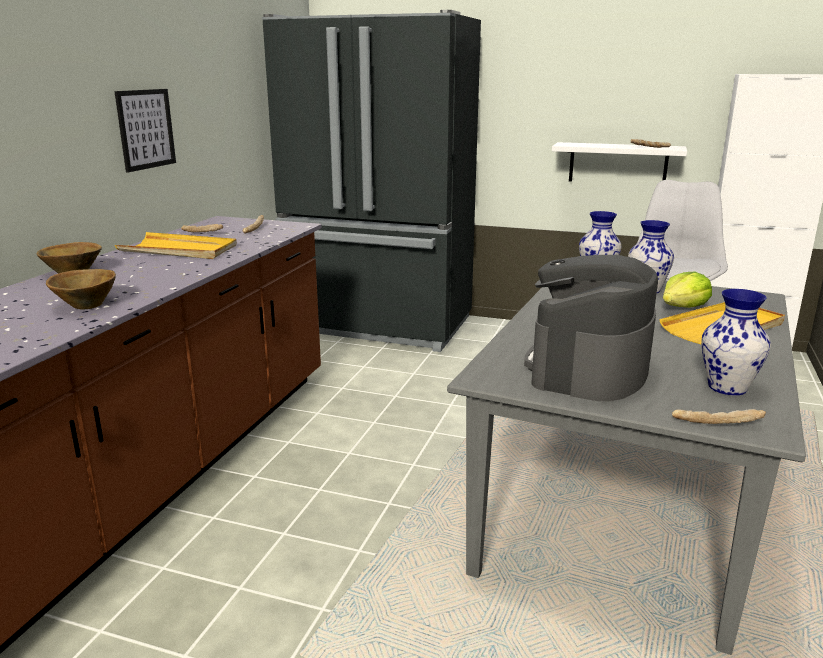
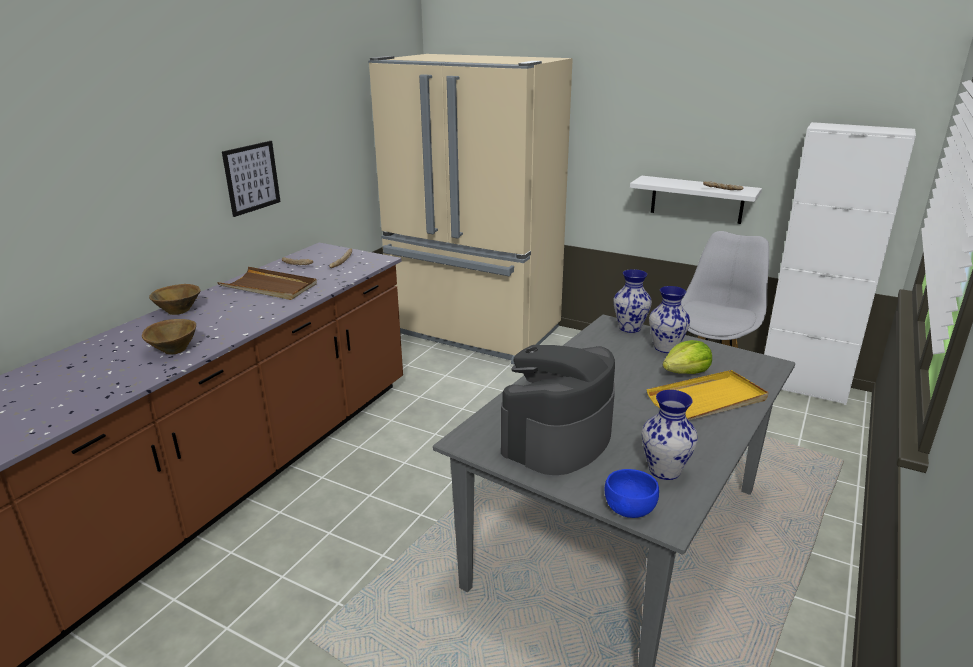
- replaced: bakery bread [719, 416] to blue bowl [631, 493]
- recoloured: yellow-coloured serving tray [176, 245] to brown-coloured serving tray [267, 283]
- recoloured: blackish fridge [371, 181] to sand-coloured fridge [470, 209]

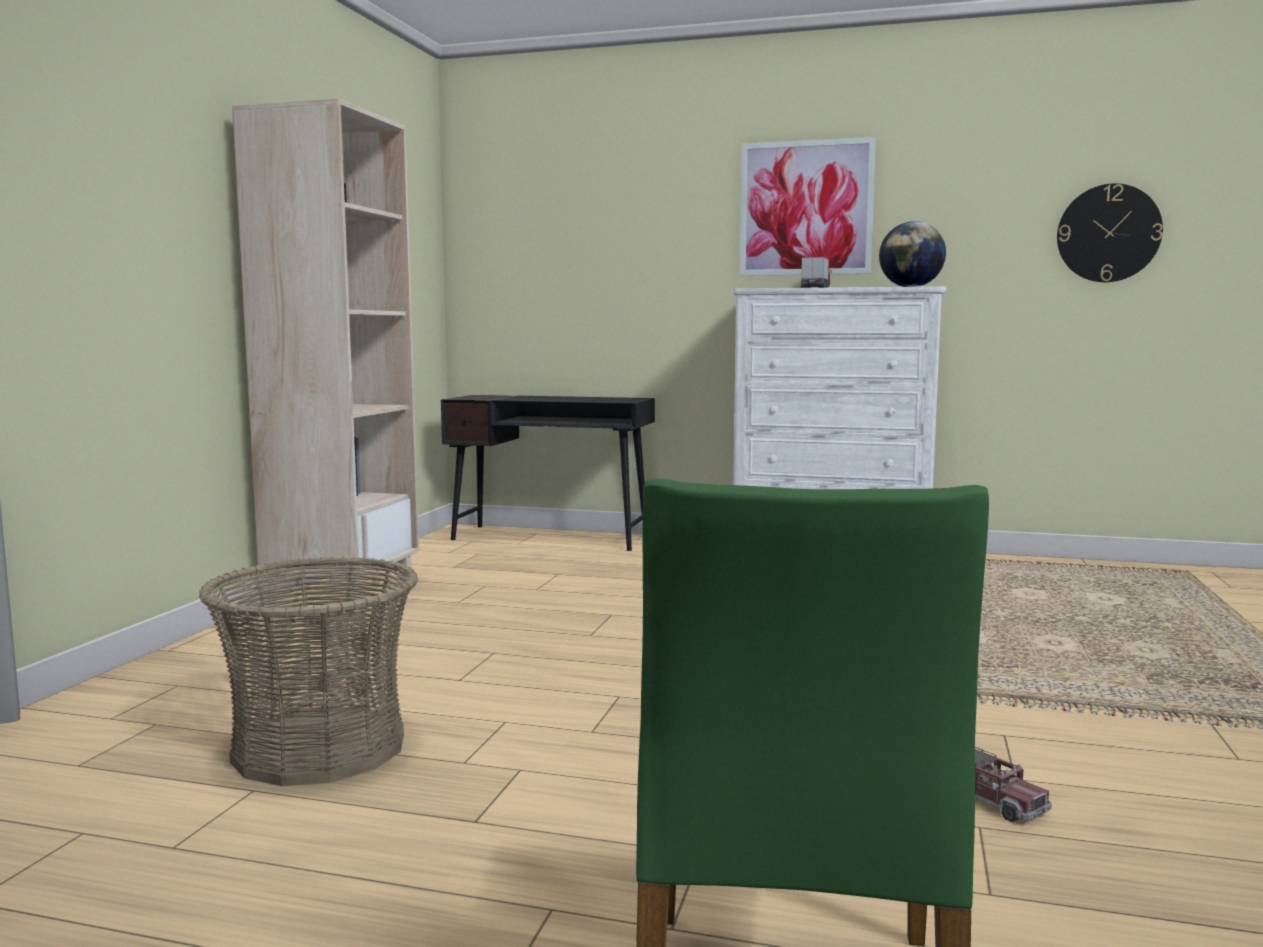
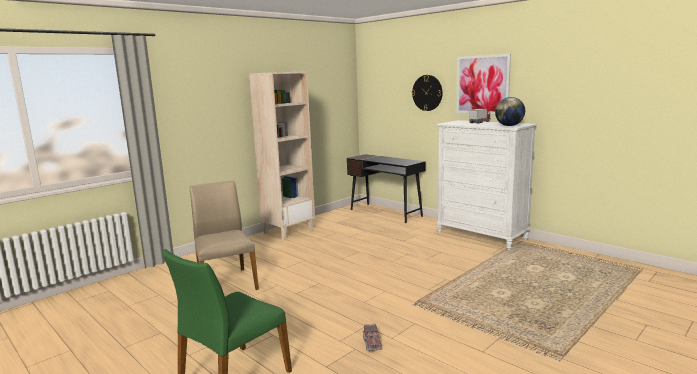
- moved: wall clock [1110, 232] to [427, 93]
- replaced: household basket [308, 671] to sand-coloured chair [224, 235]

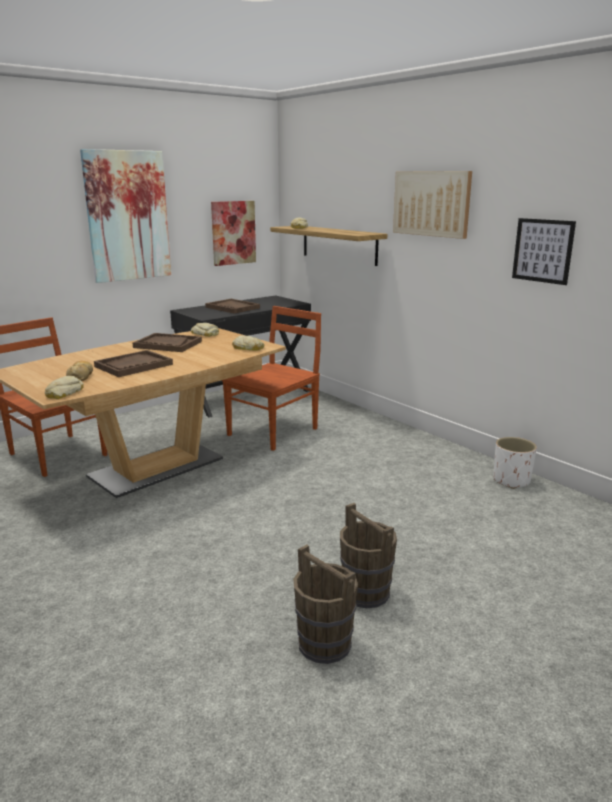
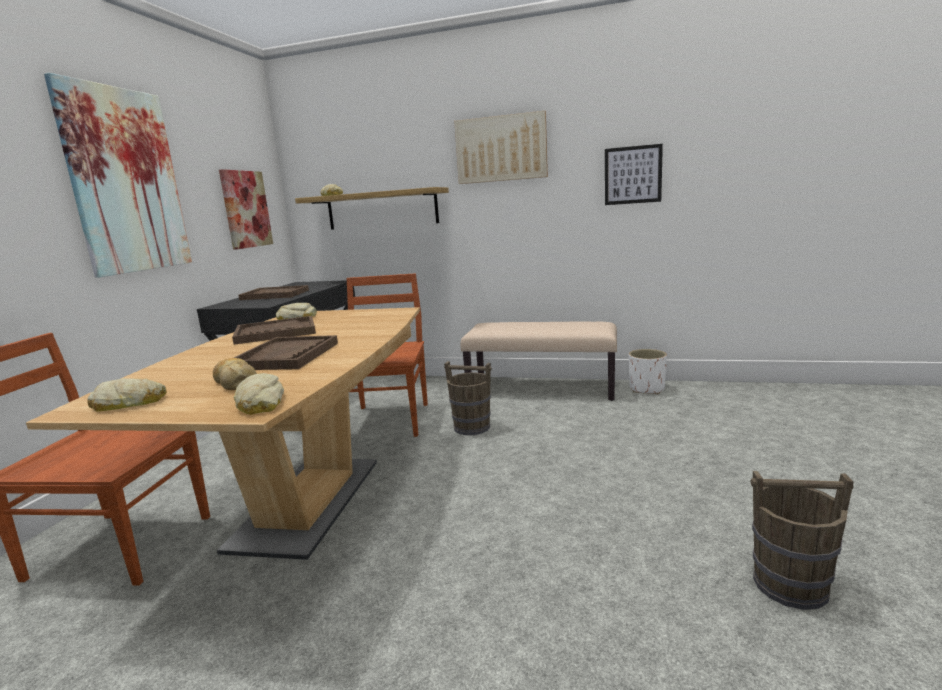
- added: sand-coloured bench [539, 361]
- moved: bakery bread [248, 343] to [126, 395]
- moved: brown-coloured water bucket [368, 555] to [468, 398]

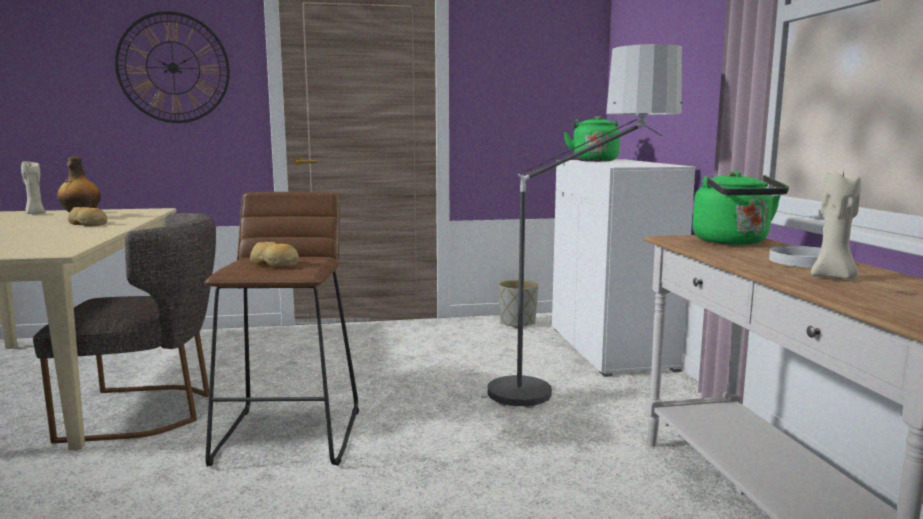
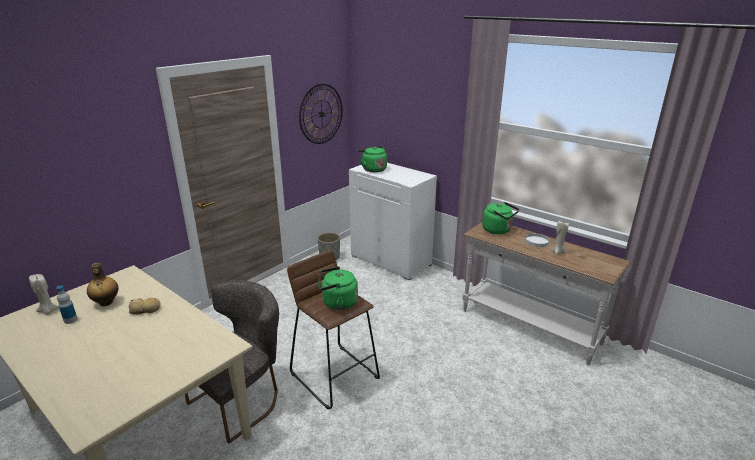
- removed: floor lamp [582, 226]
- added: bottle [67, 304]
- moved: wall clock [172, 67] to [320, 114]
- replaced: bakery bread [274, 255] to green tea kettle [338, 288]

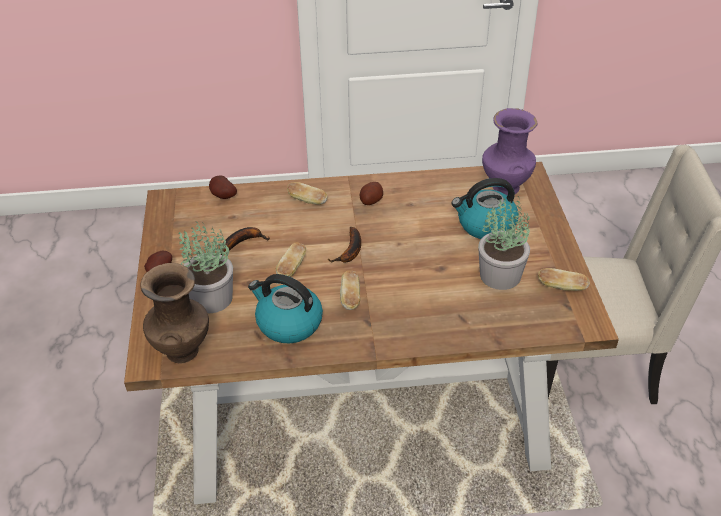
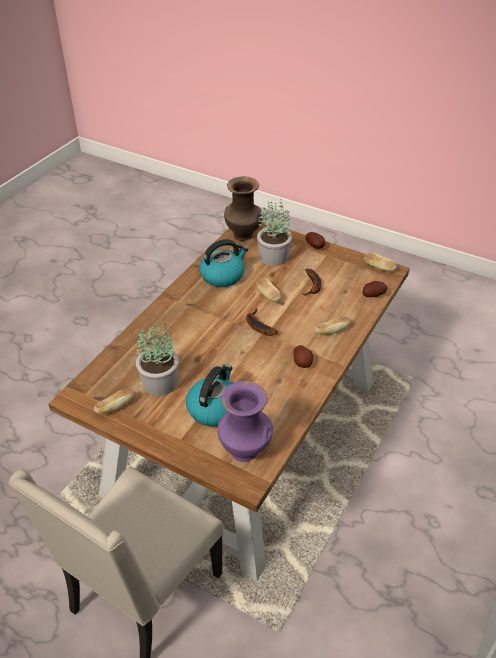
- moved: bakery bread [350, 290] to [380, 262]

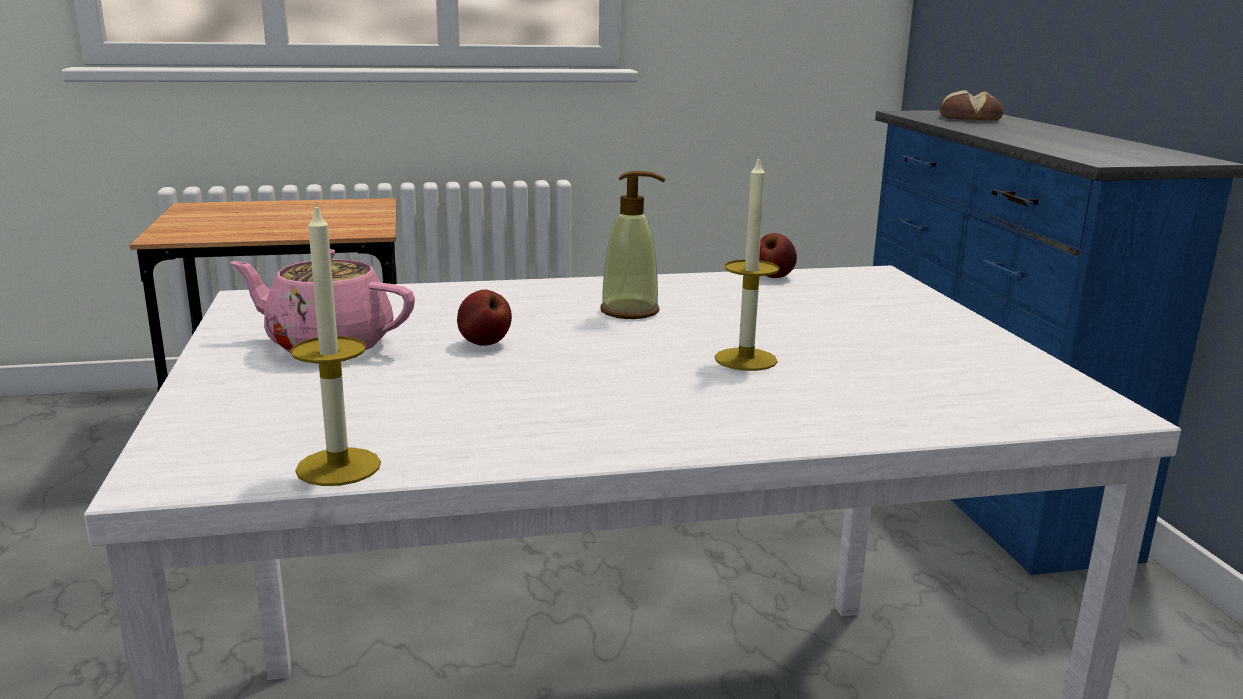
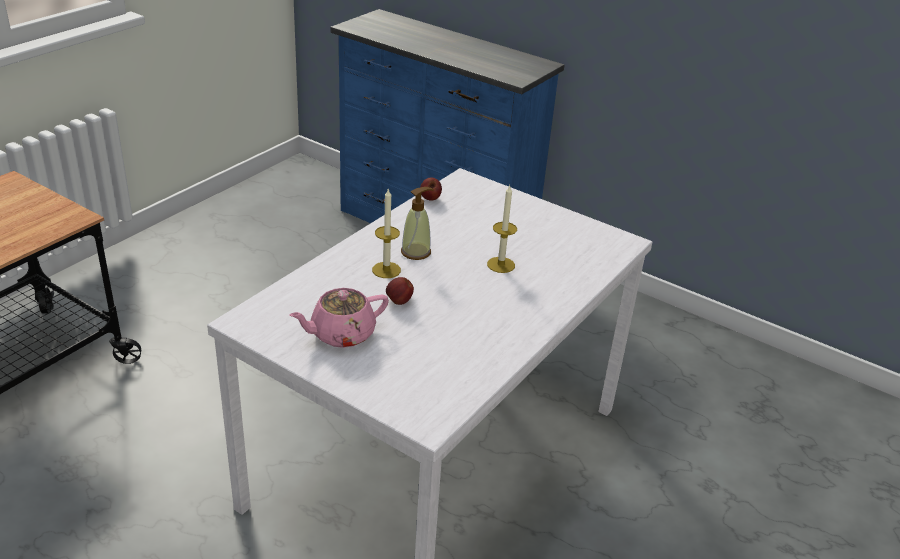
- removed: bakery bread [971, 105]
- moved: wax candle [335, 344] to [386, 233]

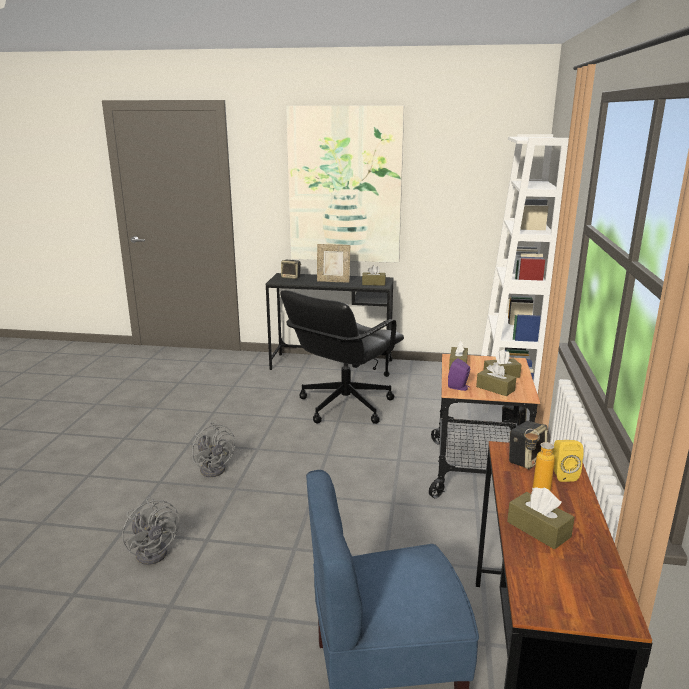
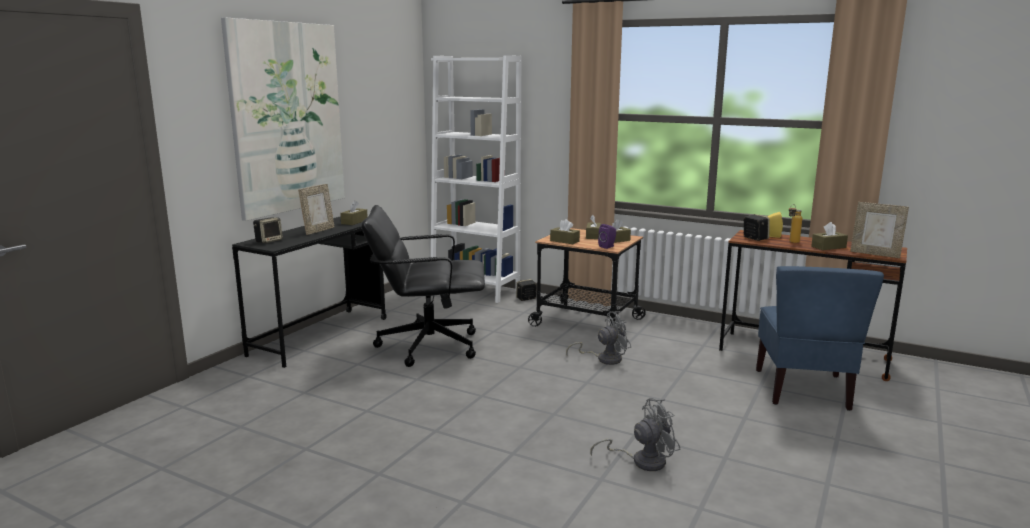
- added: photo frame [879, 230]
- moved: gray fan [213, 449] to [598, 338]
- turned: blackish desk chair [342, 357] = [423, 286] 120 degrees clockwise

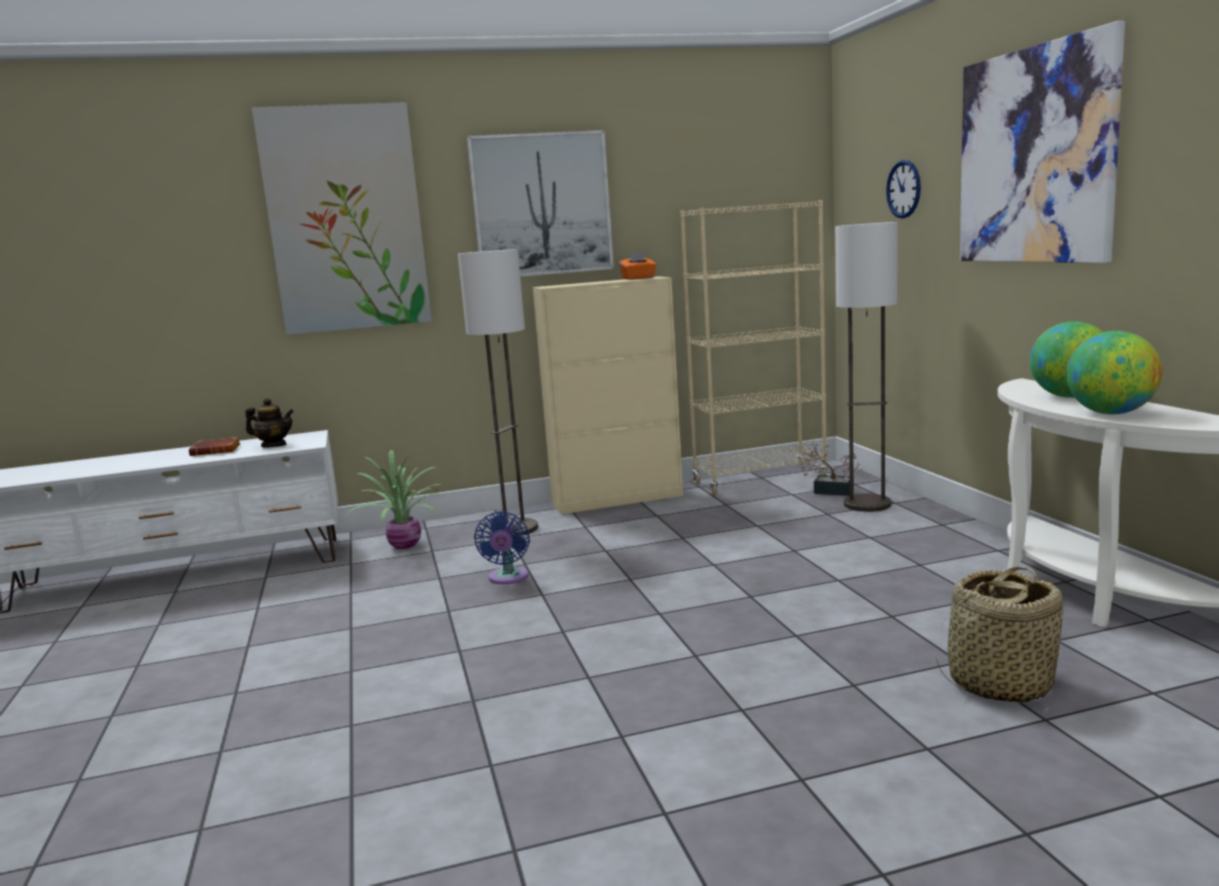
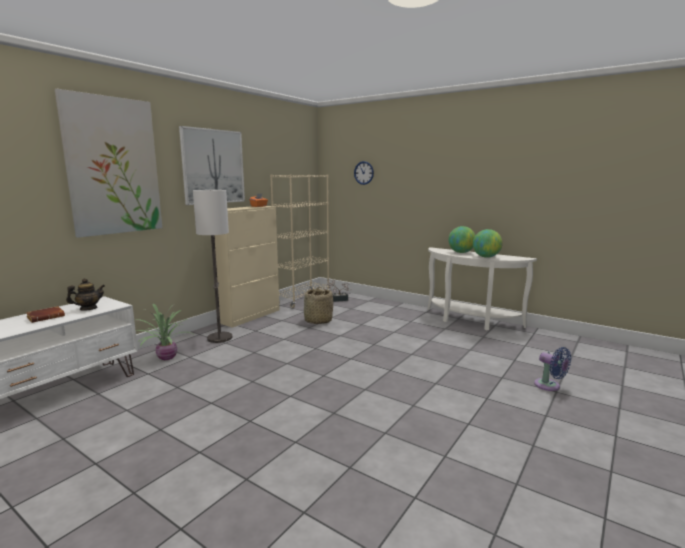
- removed: floor lamp [866, 367]
- removed: wall picture [1042, 142]
- moved: blue fan [502, 547] to [552, 369]
- moved: household basket [999, 634] to [318, 305]

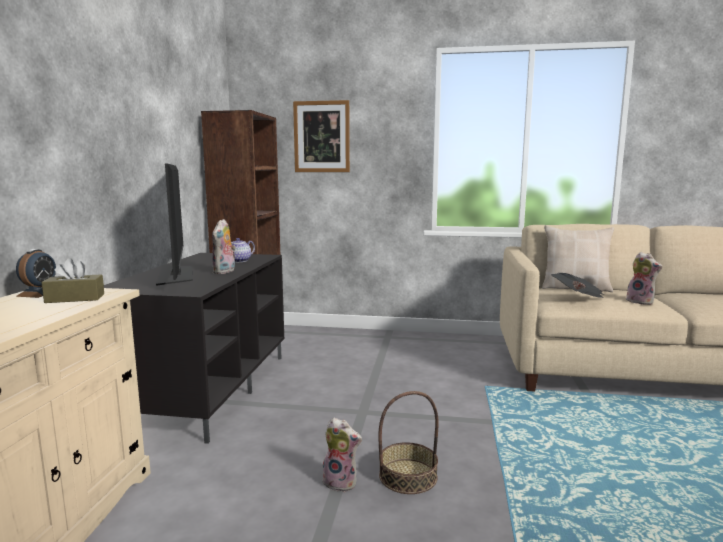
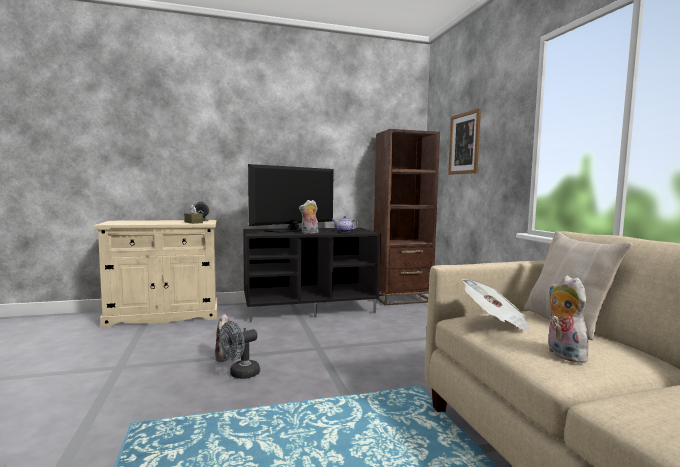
- replaced: household basket [409, 442] to gray fan [240, 350]
- turned: soft toy [644, 278] = [568, 319] 135 degrees clockwise

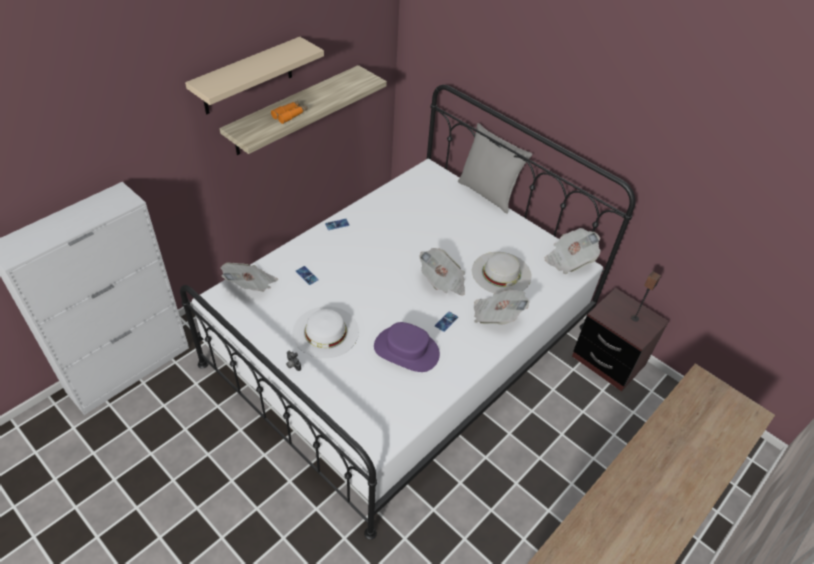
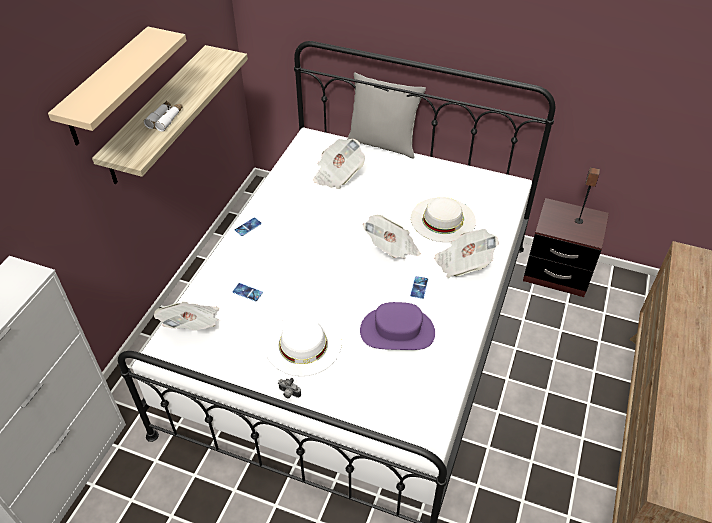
- moved: daily paper [573, 251] to [339, 164]
- recoloured: orange-coloured pair of binoculars [289, 112] to white pair of binoculars [163, 116]

